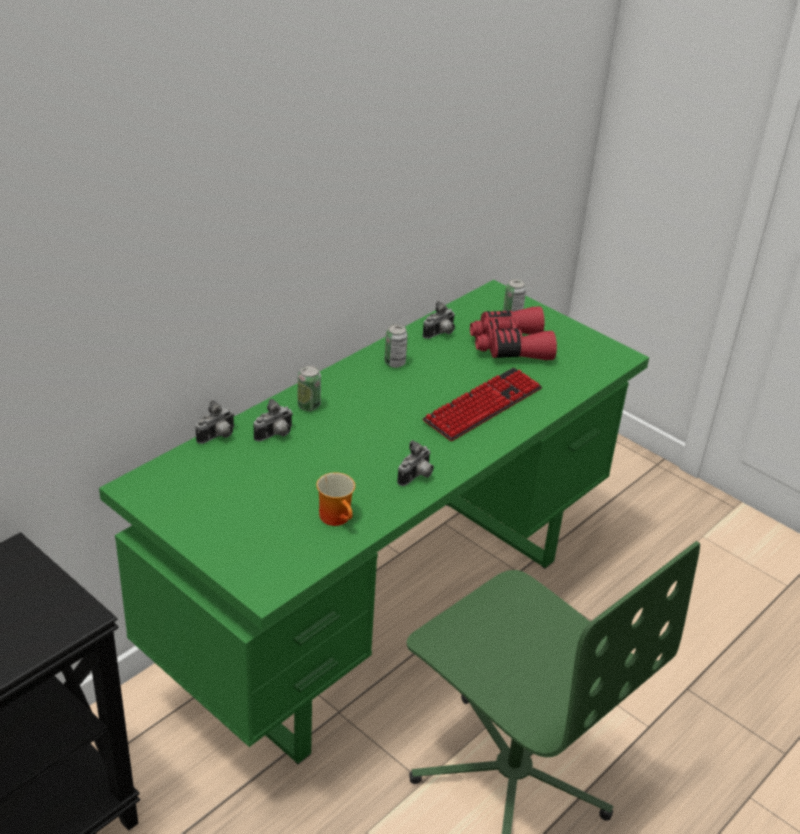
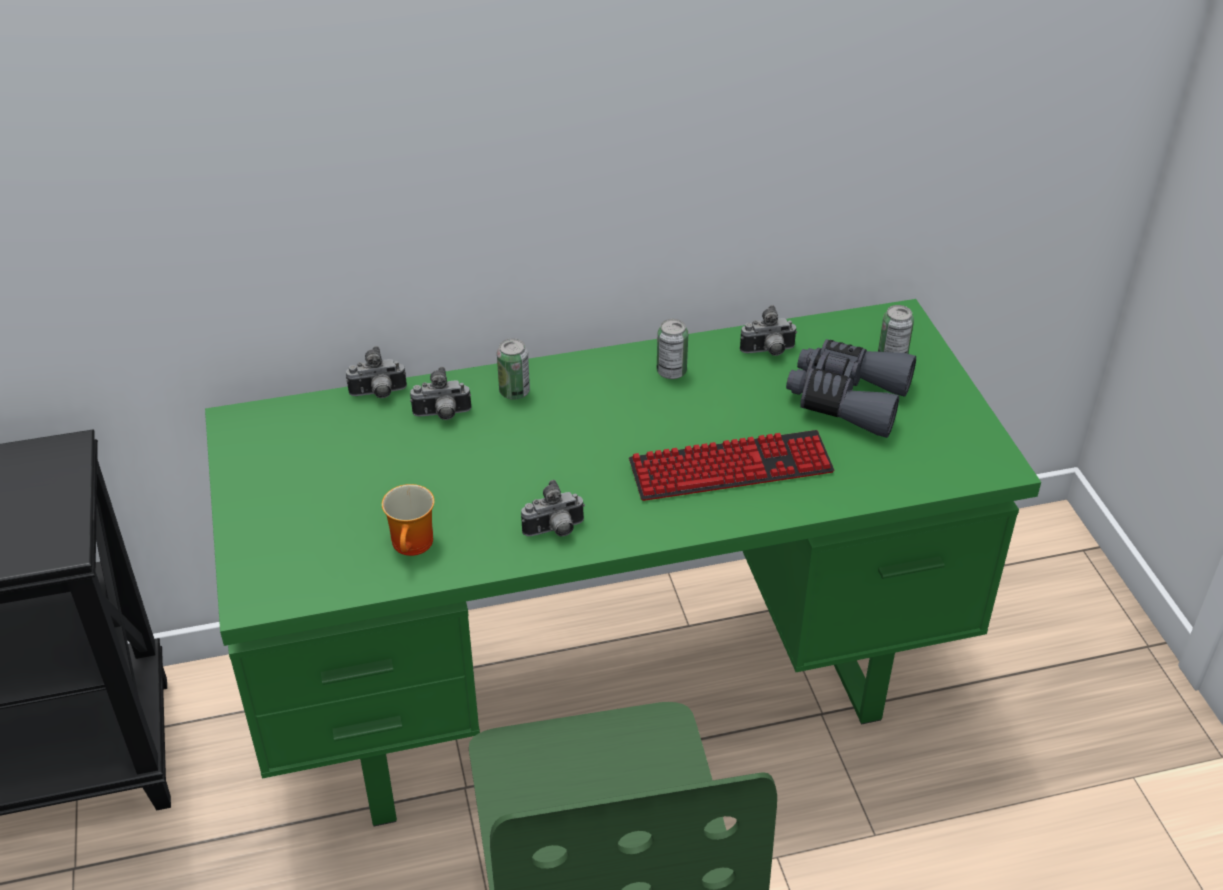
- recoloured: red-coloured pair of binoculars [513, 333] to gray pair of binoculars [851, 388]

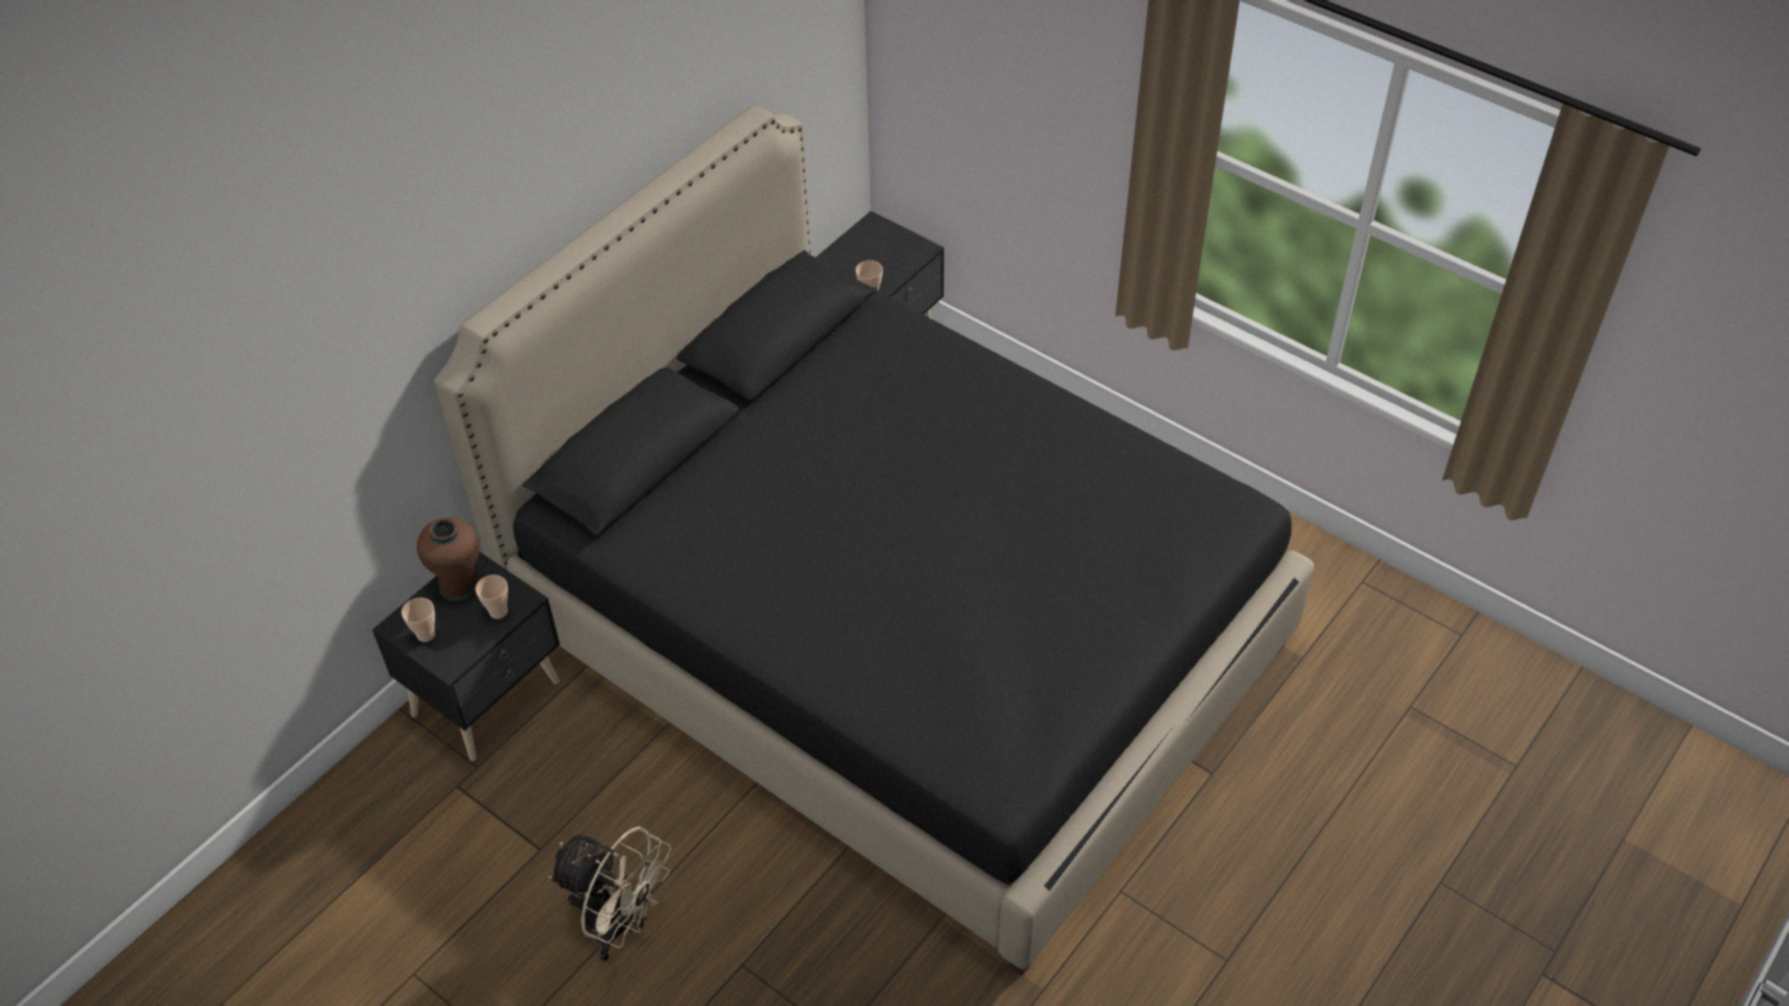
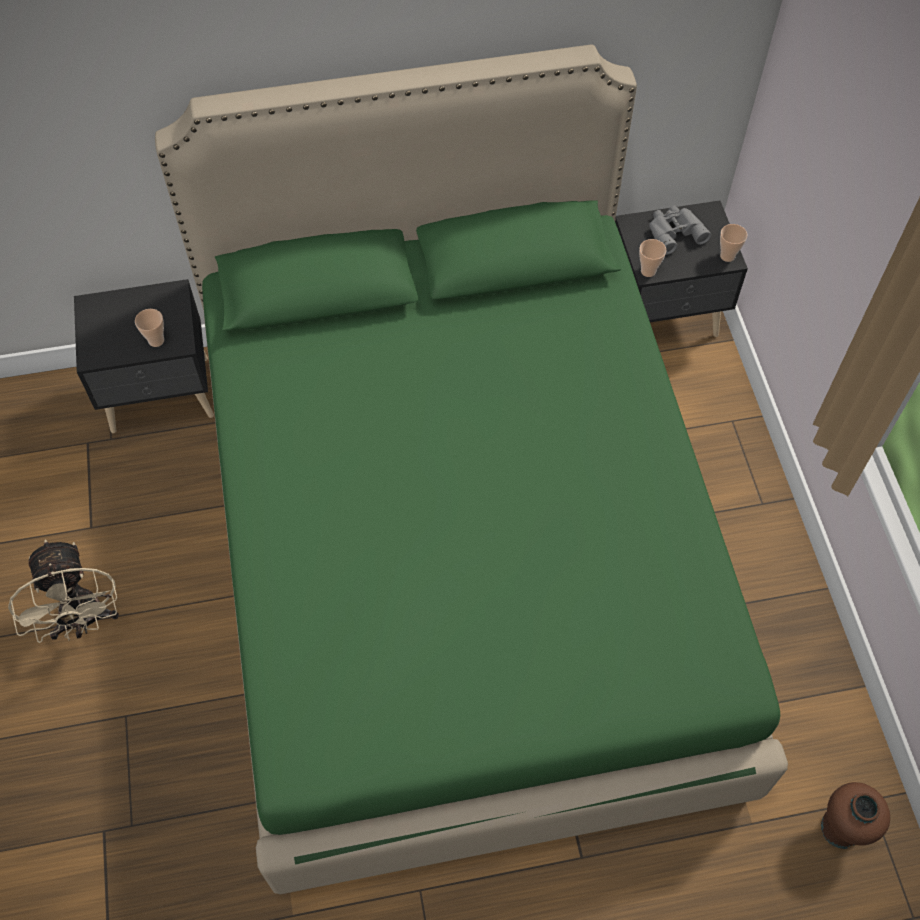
- added: gray pair of binoculars [680, 230]
- moved: drinking cup [418, 620] to [733, 243]
- moved: brown-coloured vase [448, 559] to [855, 815]
- recoloured: blackish sleeping bed [874, 540] to green sleeping bed [471, 469]

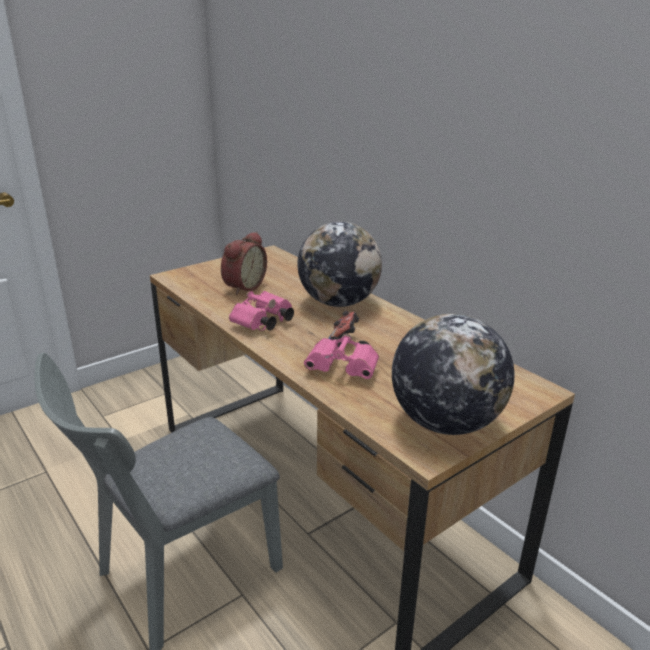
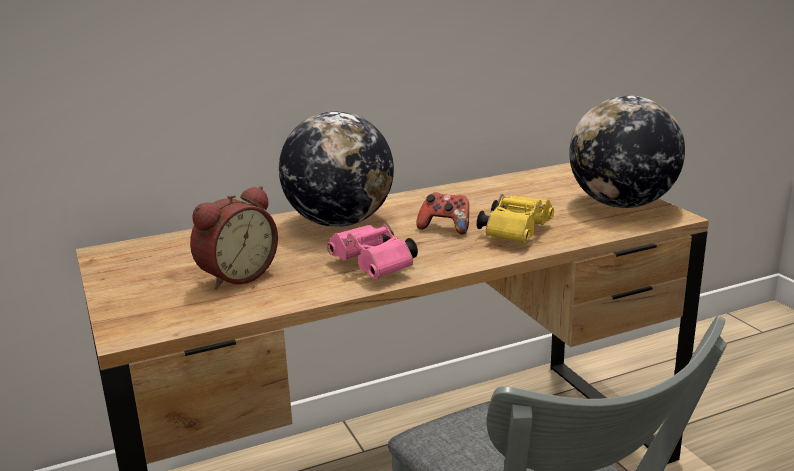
- recoloured: pinkish pair of binoculars [341, 356] to yellow-coloured pair of binoculars [515, 218]
- turned: alarm clock [244, 263] = [234, 238] 90 degrees clockwise

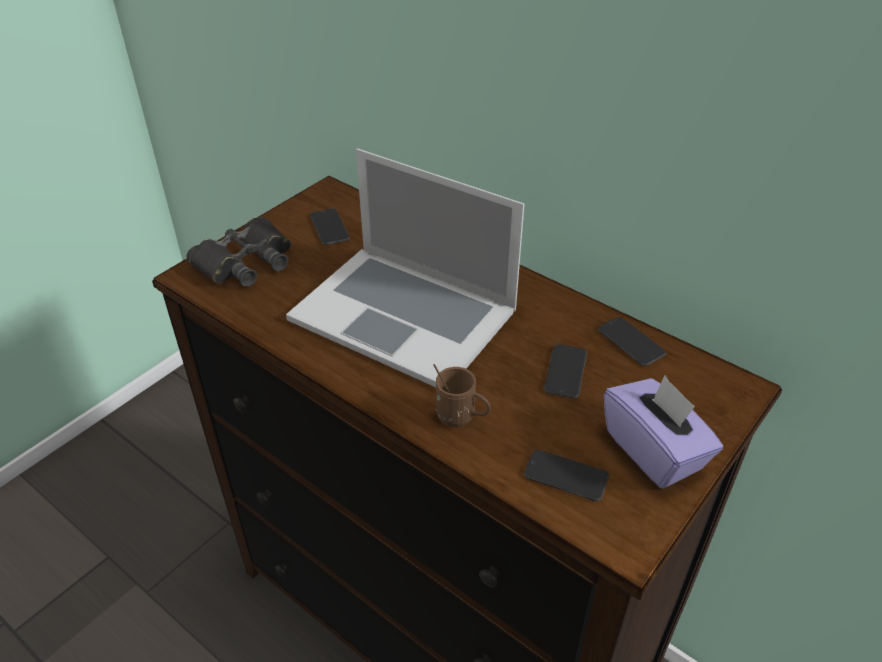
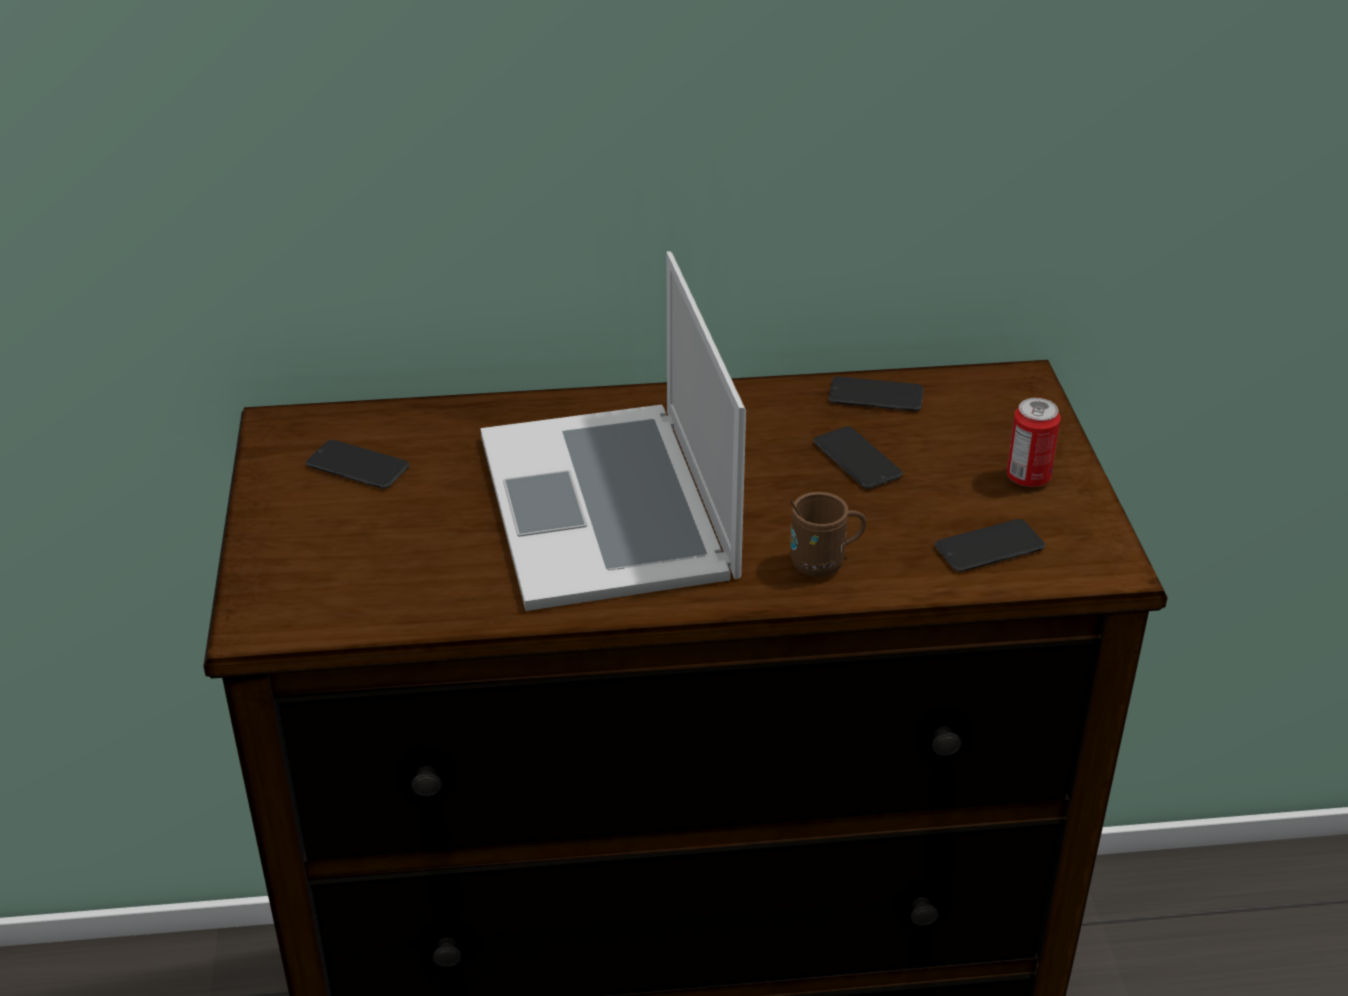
- removed: blackish pair of binoculars [238, 252]
- replaced: purple tissue holder [663, 432] to metal can [1034, 442]
- turned: notebook computer [405, 267] = [613, 431] 90 degrees clockwise

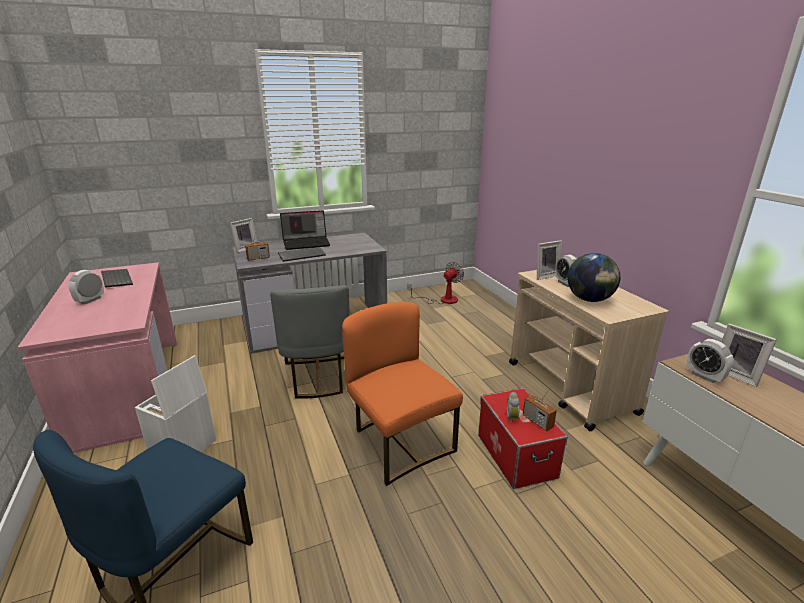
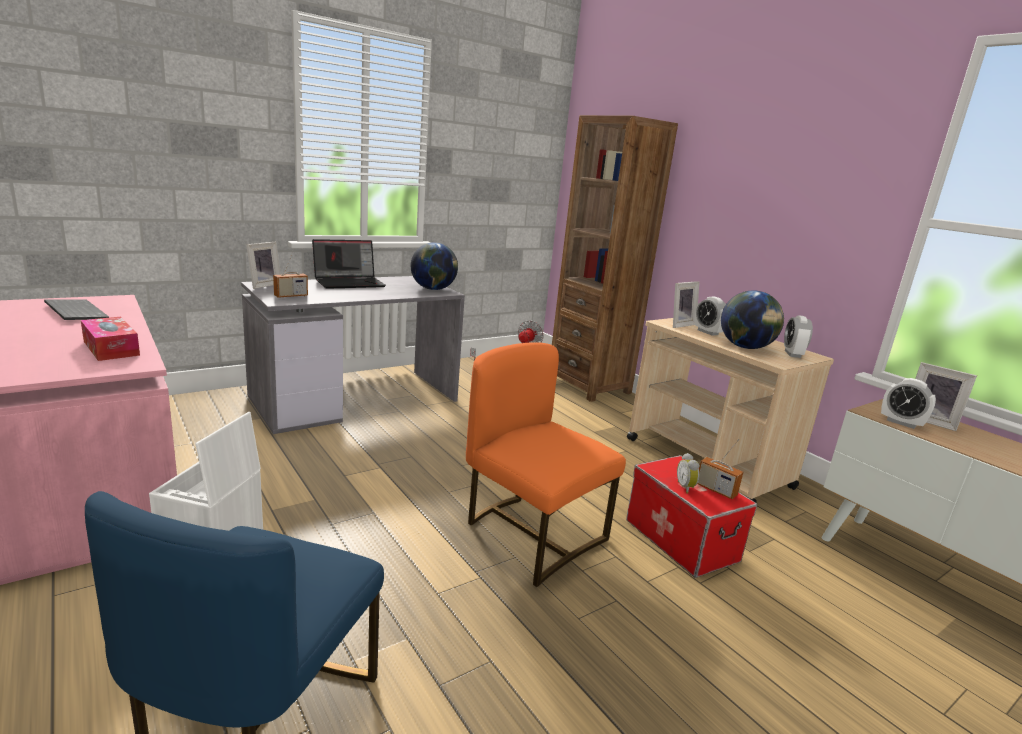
- removed: gray chair [310, 341]
- removed: keyboard [302, 254]
- added: tissue holder [110, 339]
- added: world globe [434, 266]
- added: brown-coloured bookshelf [615, 258]
- moved: alarm clock [86, 287] to [798, 336]

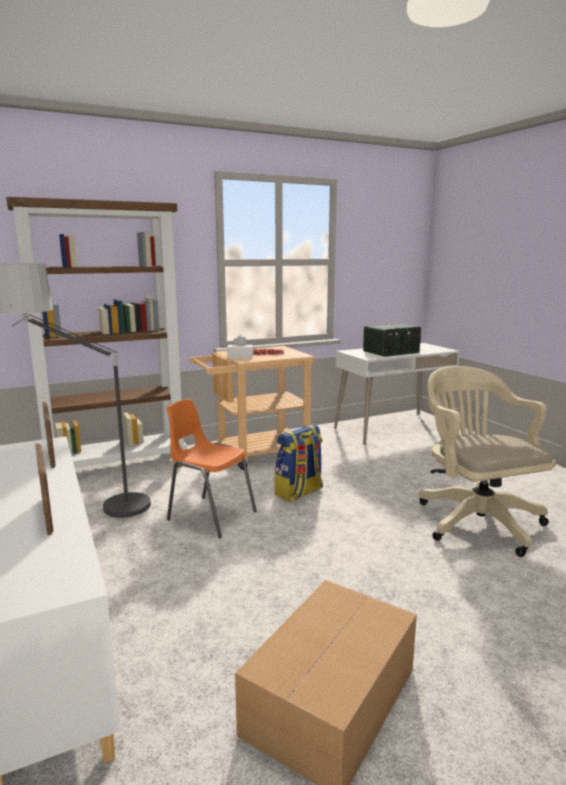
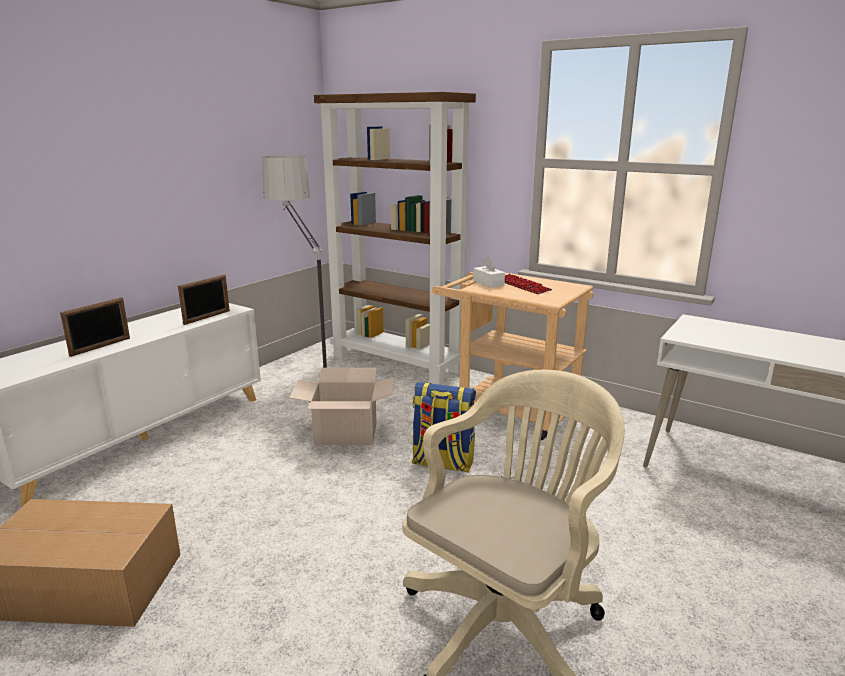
- removed: radio receiver [392, 340]
- replaced: orange-coloured chair [212, 469] to cardboard box [341, 406]

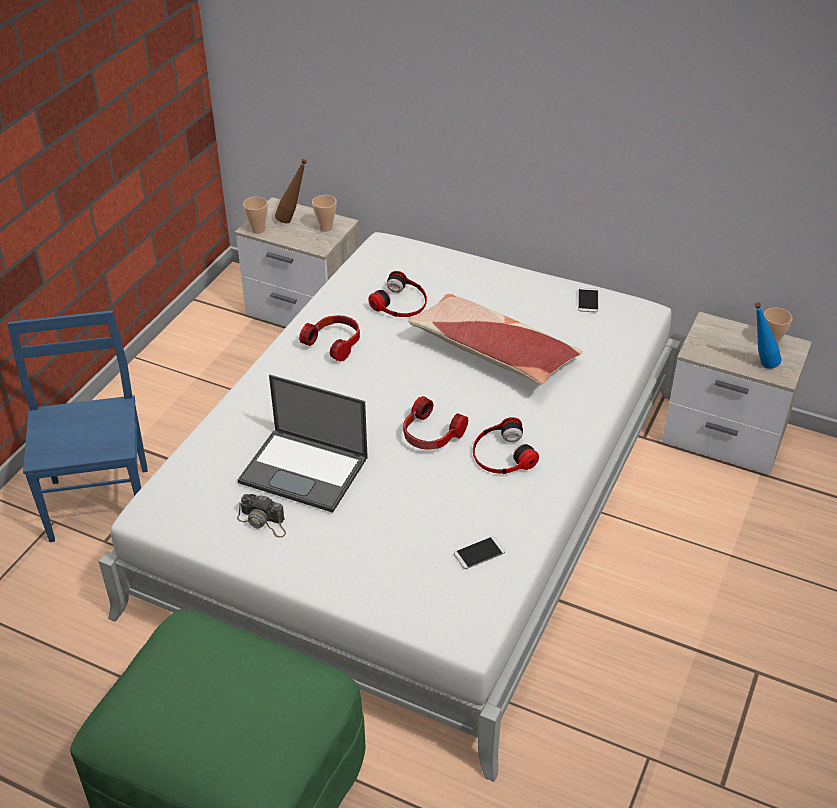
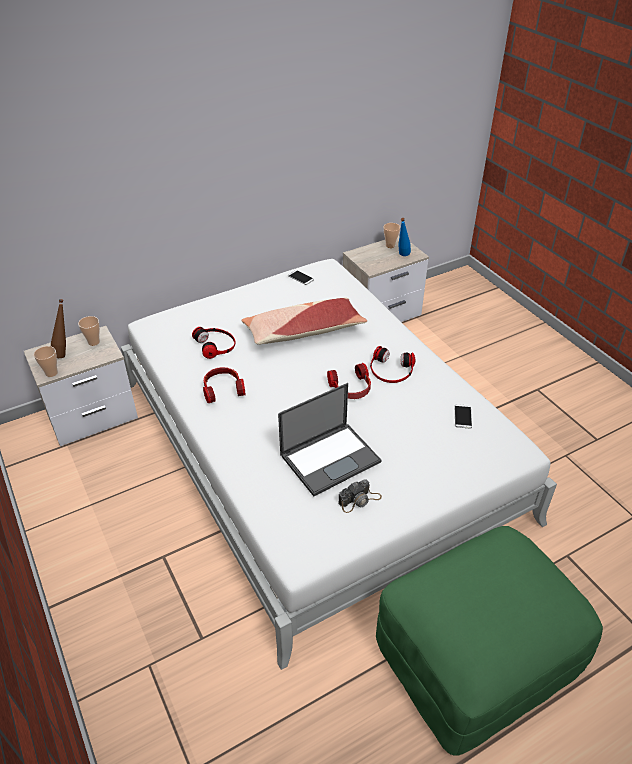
- removed: blue chair [77, 426]

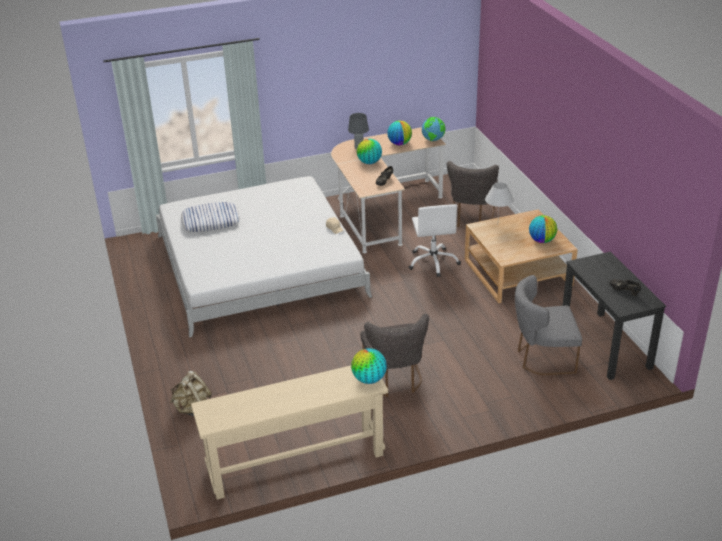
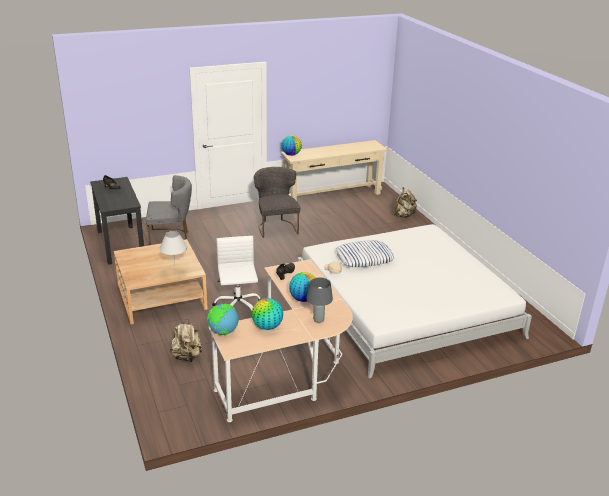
- removed: world globe [543, 229]
- moved: throw pillow [210, 217] to [365, 253]
- replaced: gray chair [473, 194] to sand-coloured knapsack [186, 340]

